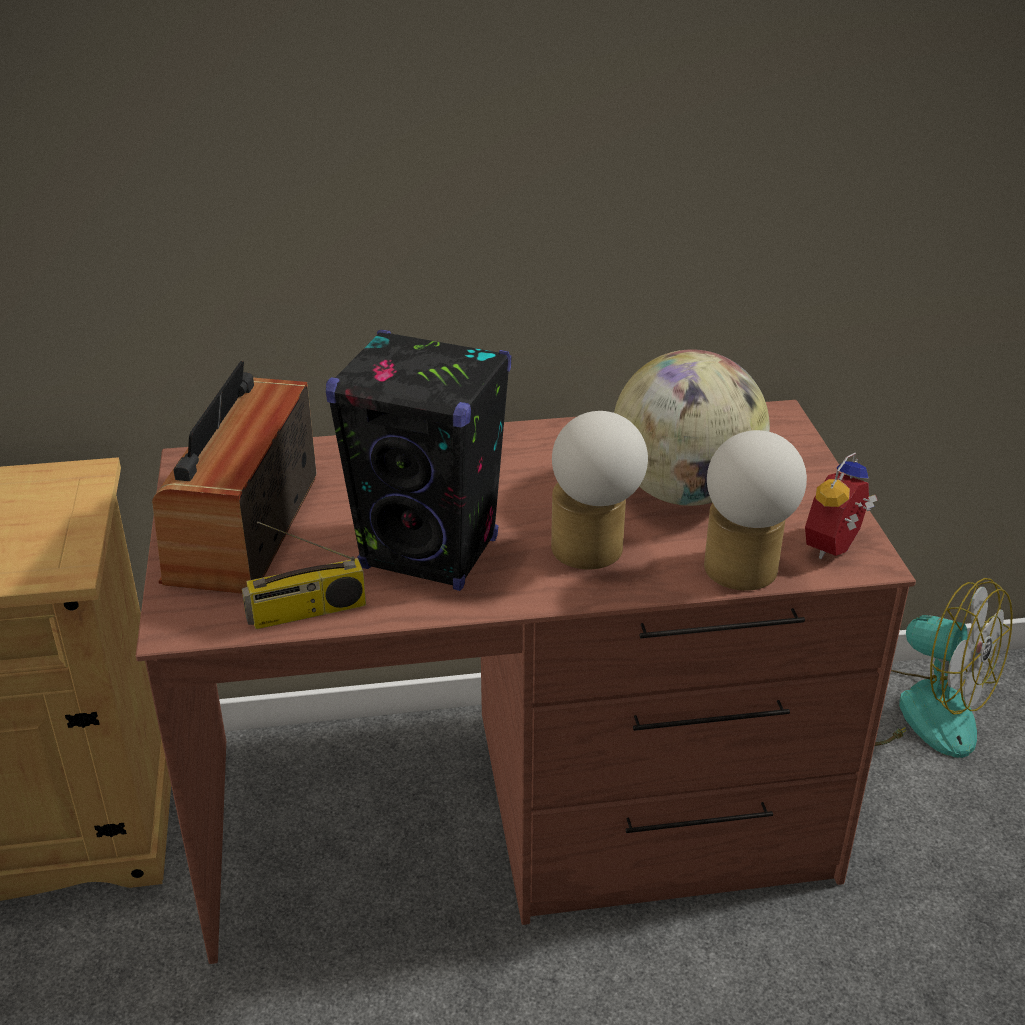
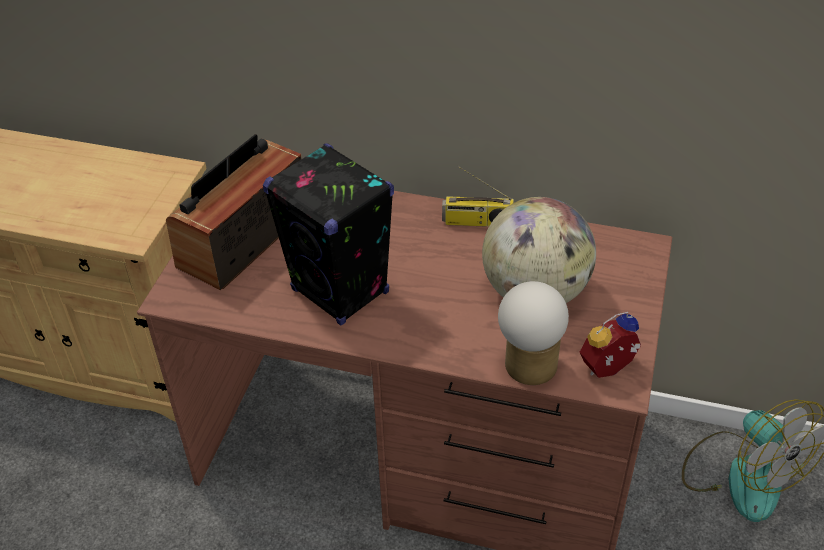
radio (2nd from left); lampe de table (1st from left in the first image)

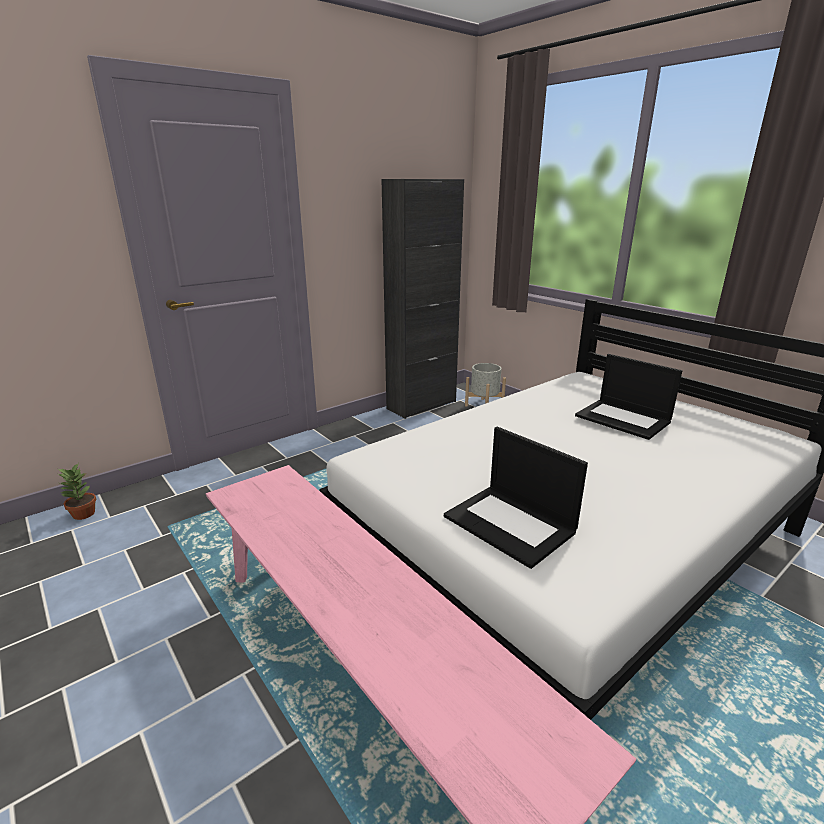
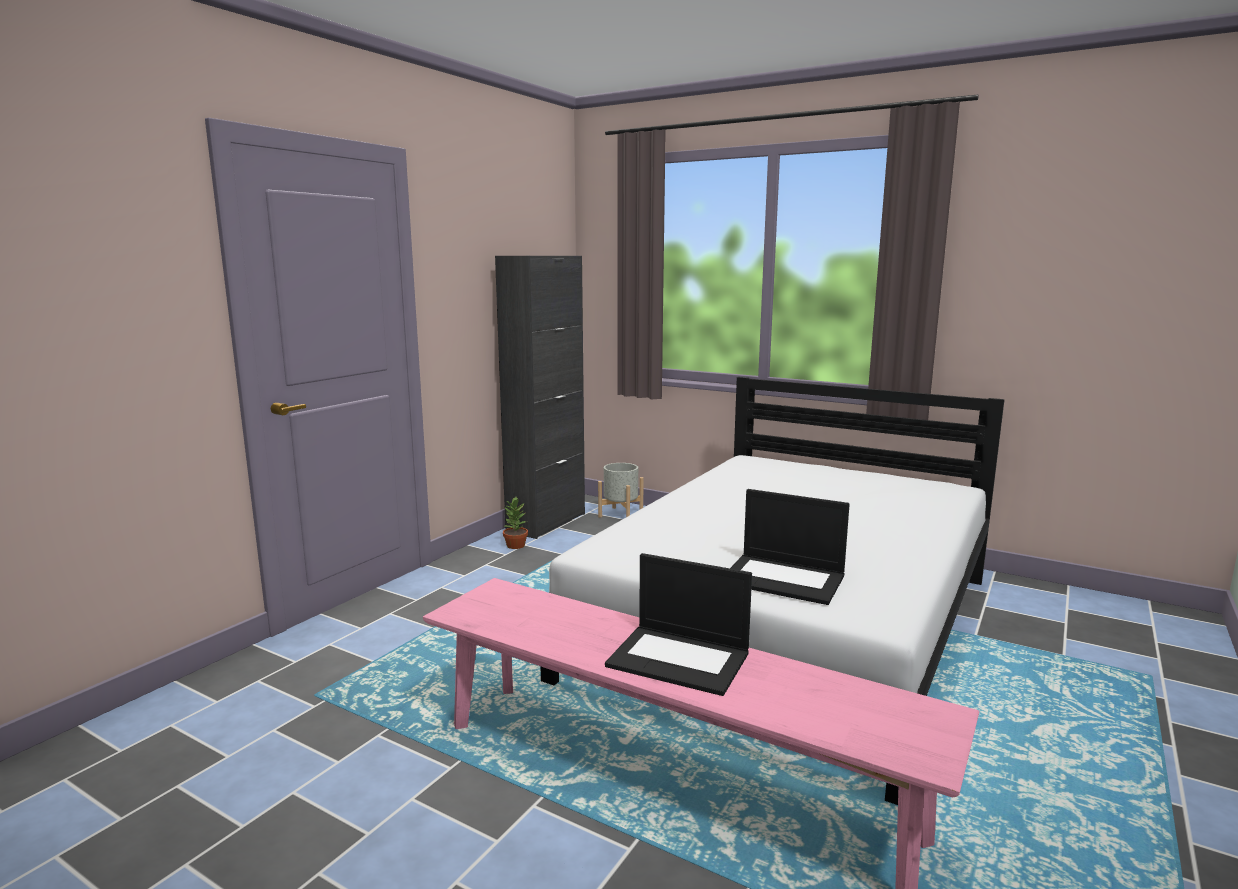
plante en pot; ordinateur portable (1st from left)

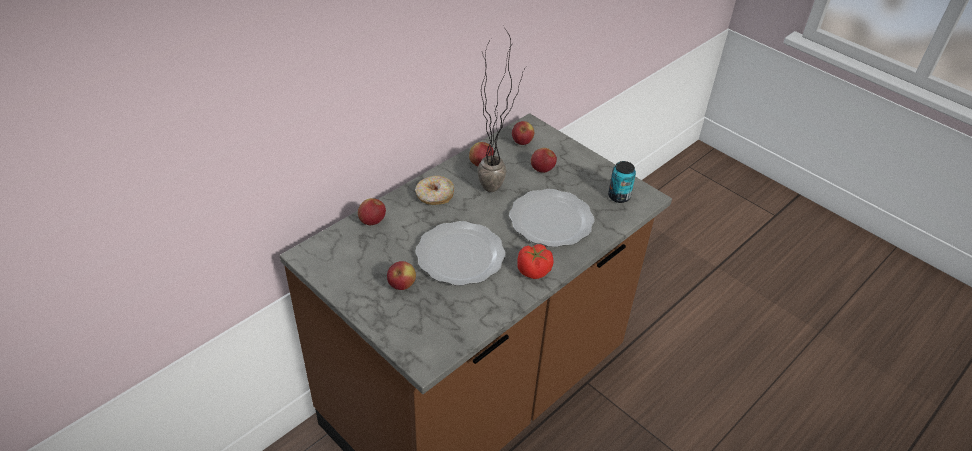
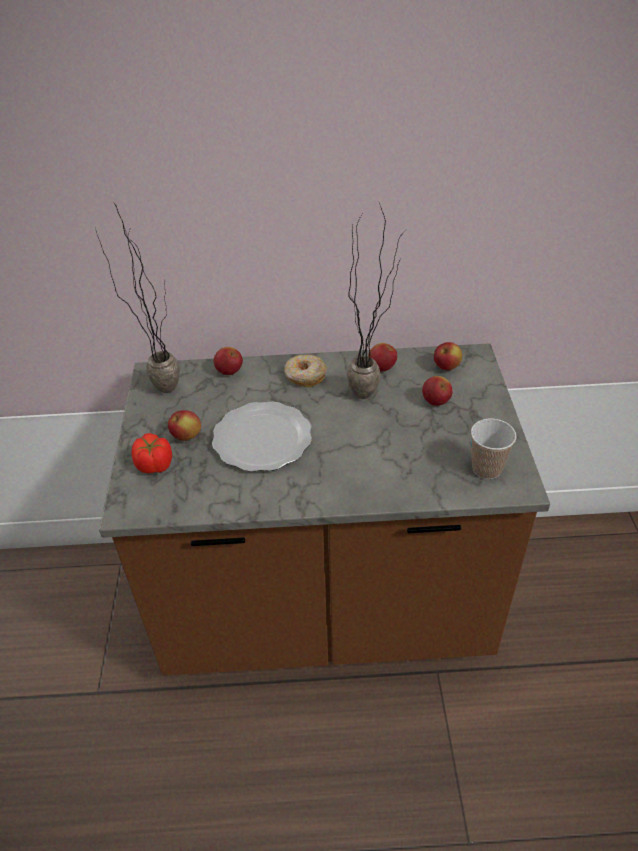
assiette (2nd from left in the first image); tomate; tasse; plante en pot (1st from left)

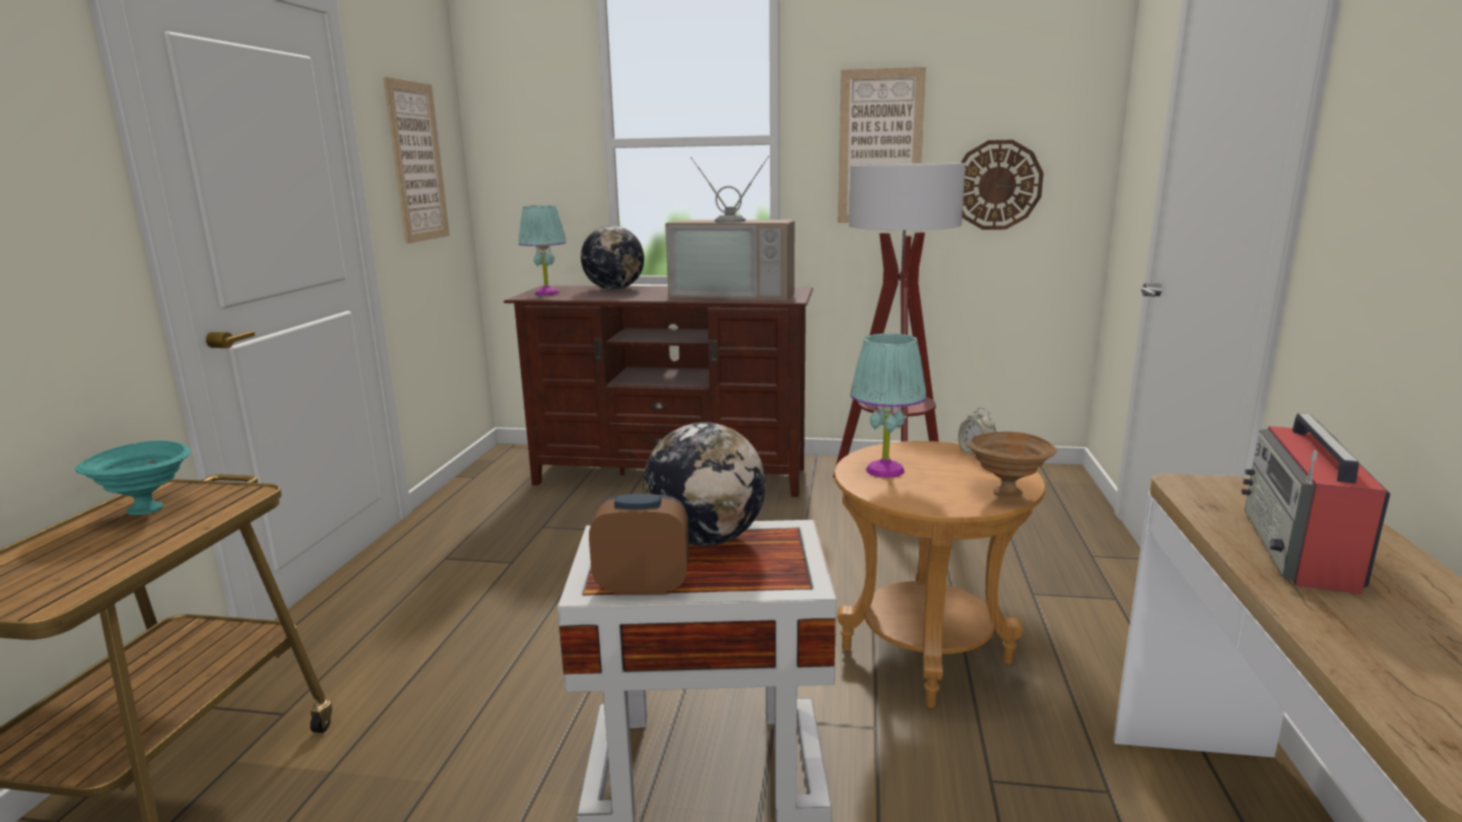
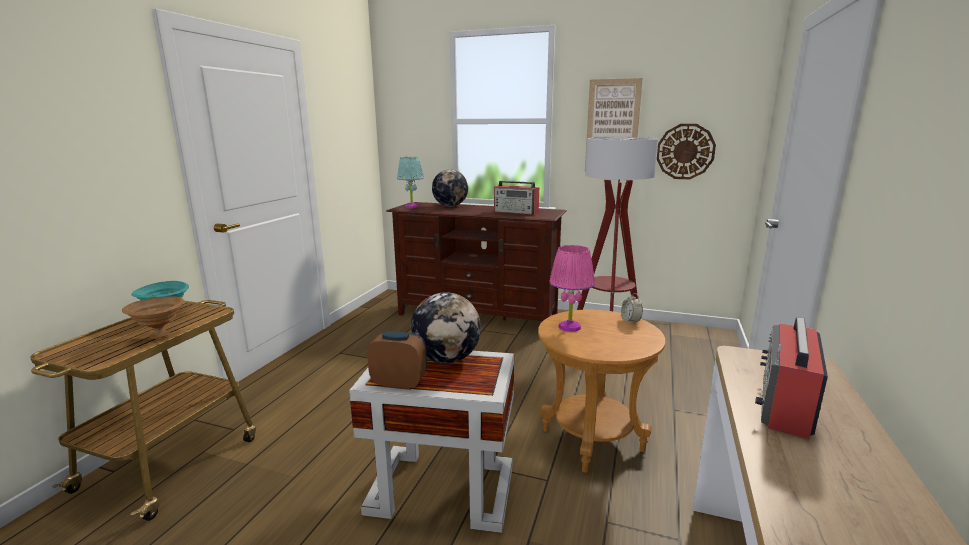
tableau (1st from left in the first image); radio (1st from left); lampe de table/rose; bol/marron

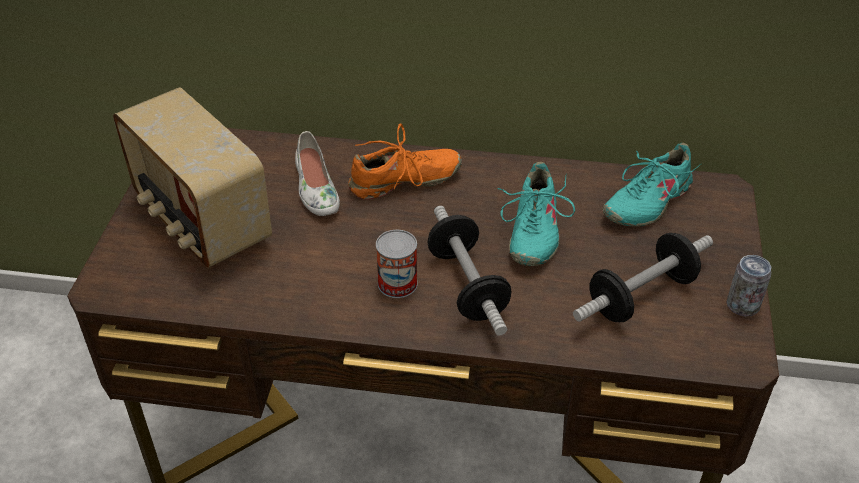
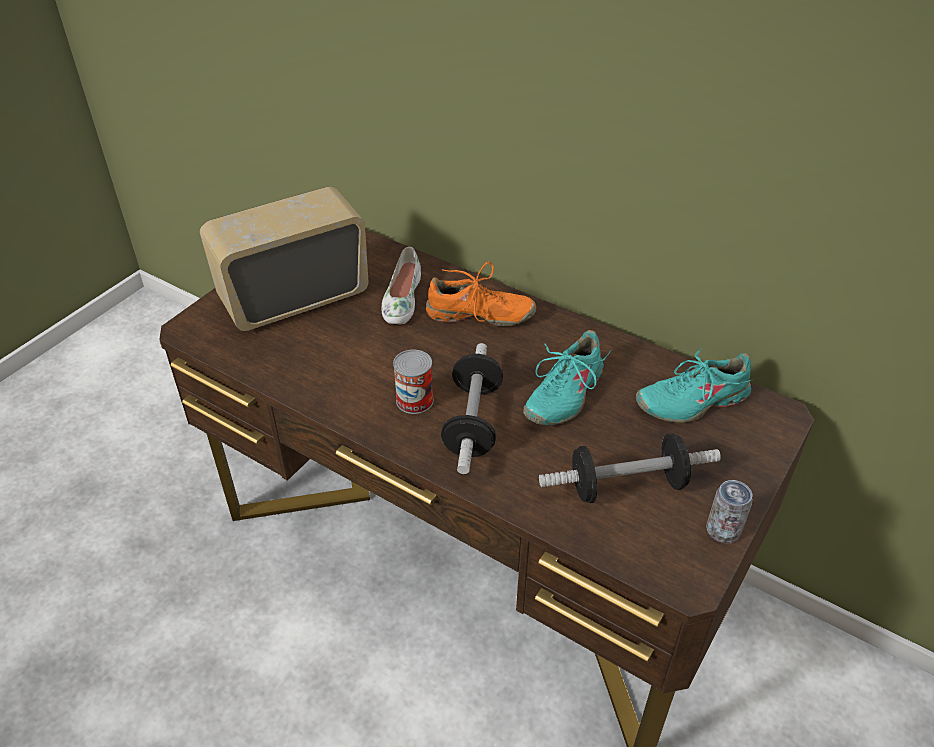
radio

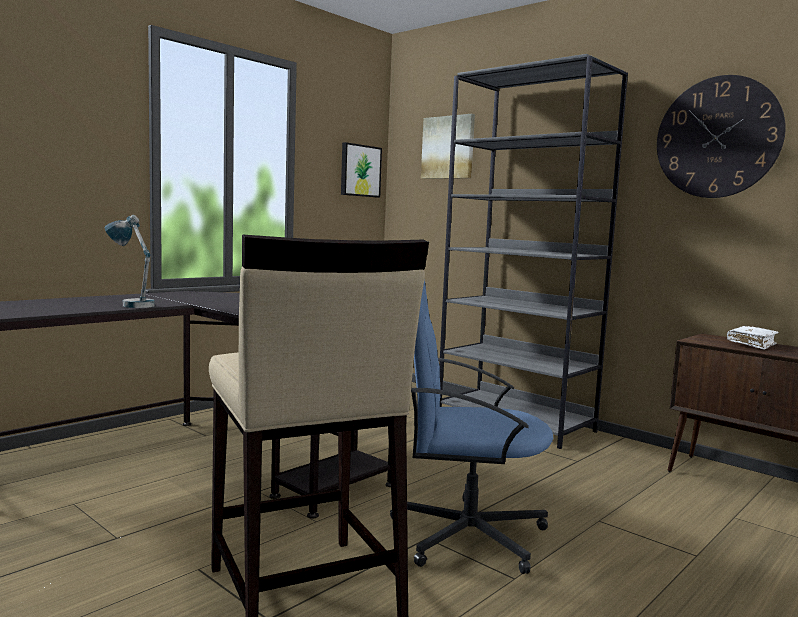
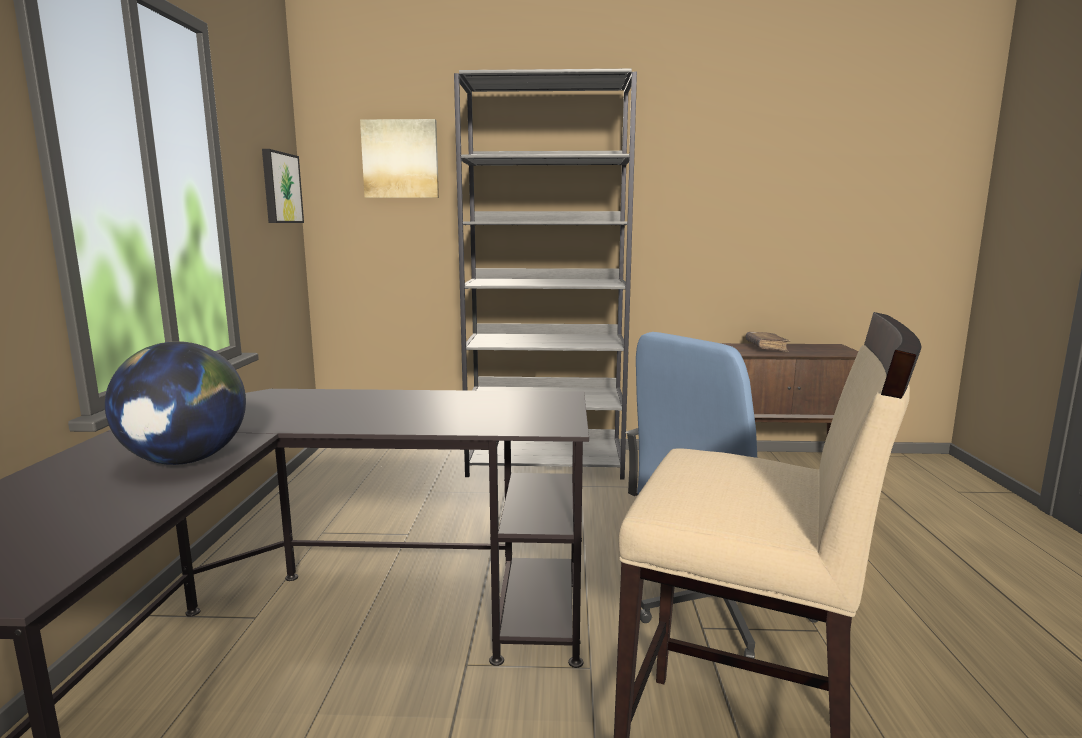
globe; horloge murale; livre/marron

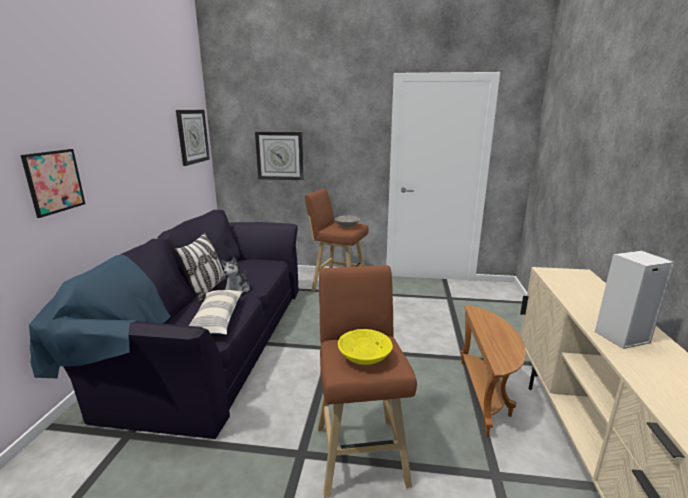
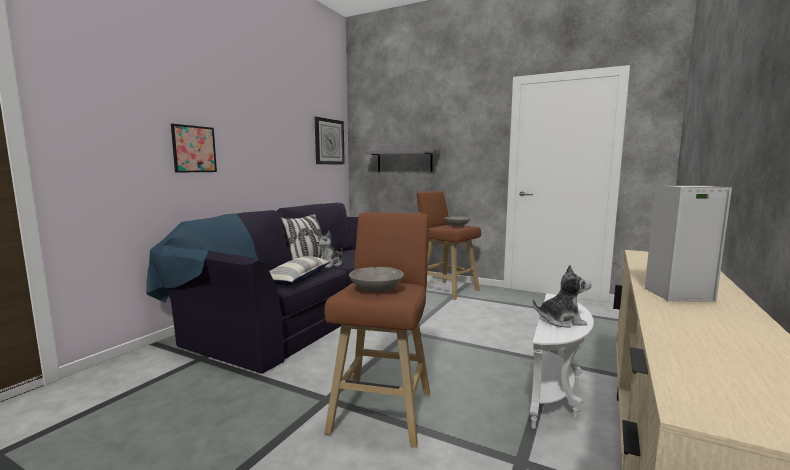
étagère/gris; bol/gris (1st from left); table d'appoint/blanc; peluche (2nd from left)

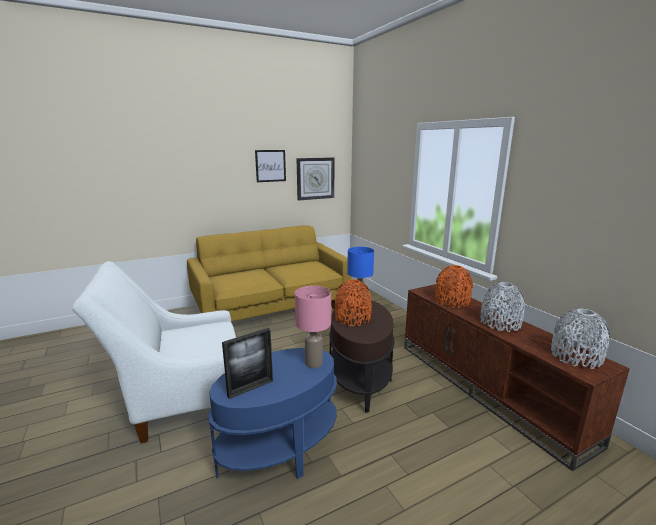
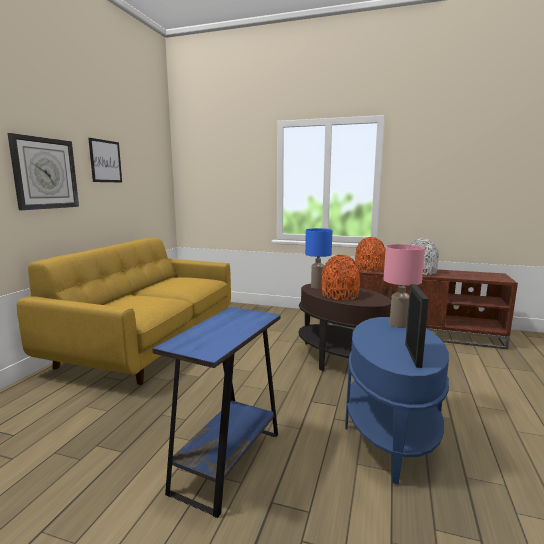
table d'appoint/bleu (1st from left); horloge murale; vase/gris (2nd from left in the first image)

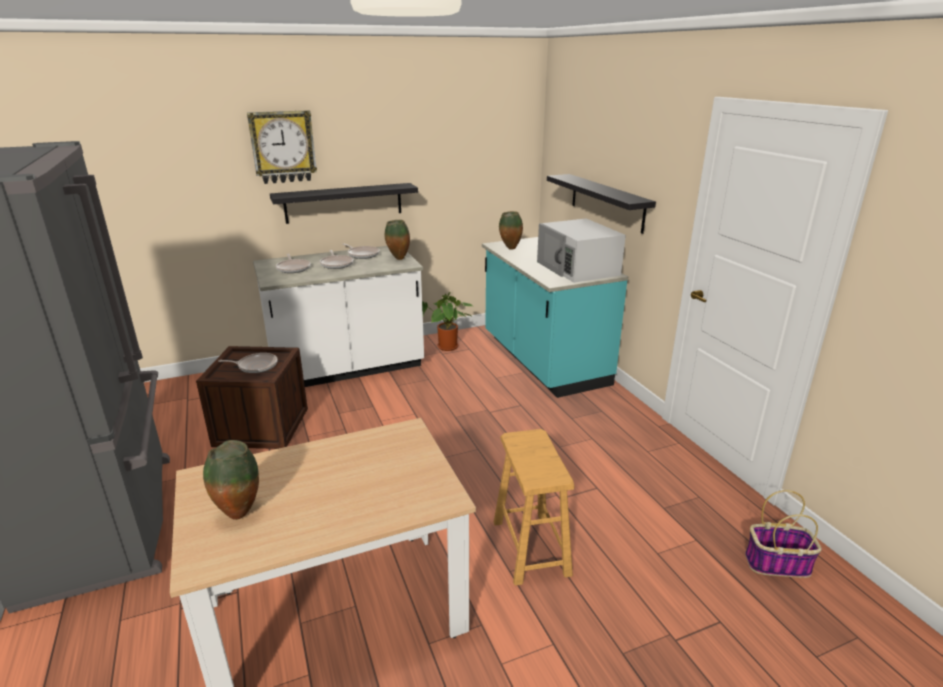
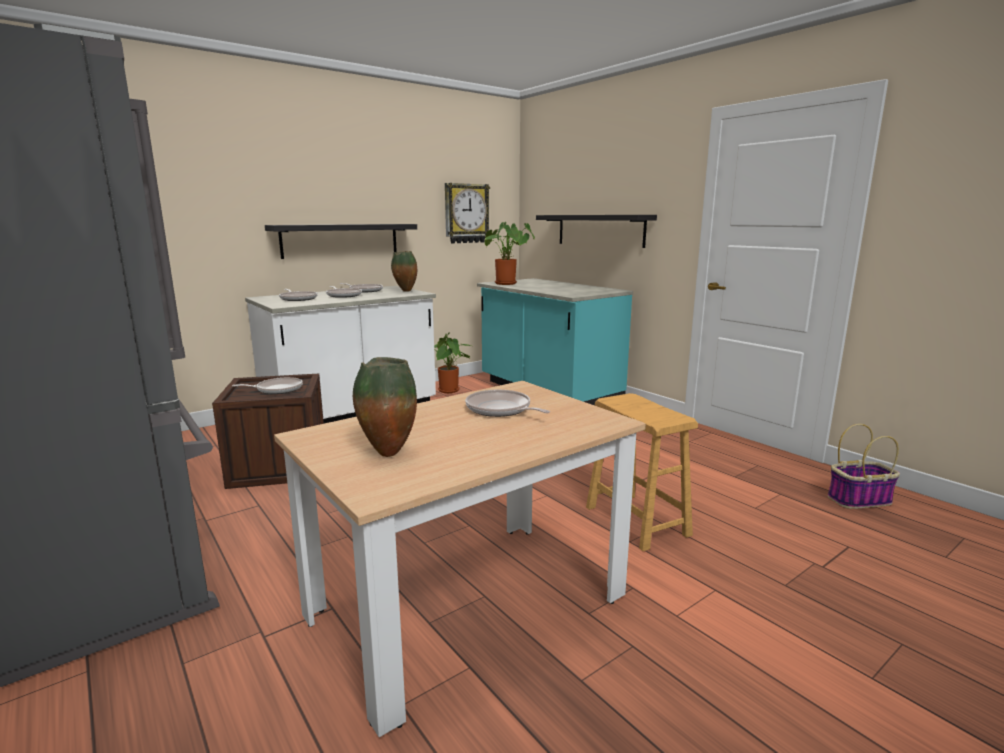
horloge murale; plante en pot (2nd from left); micro-ondes/blanc; poêle (5th from left)

